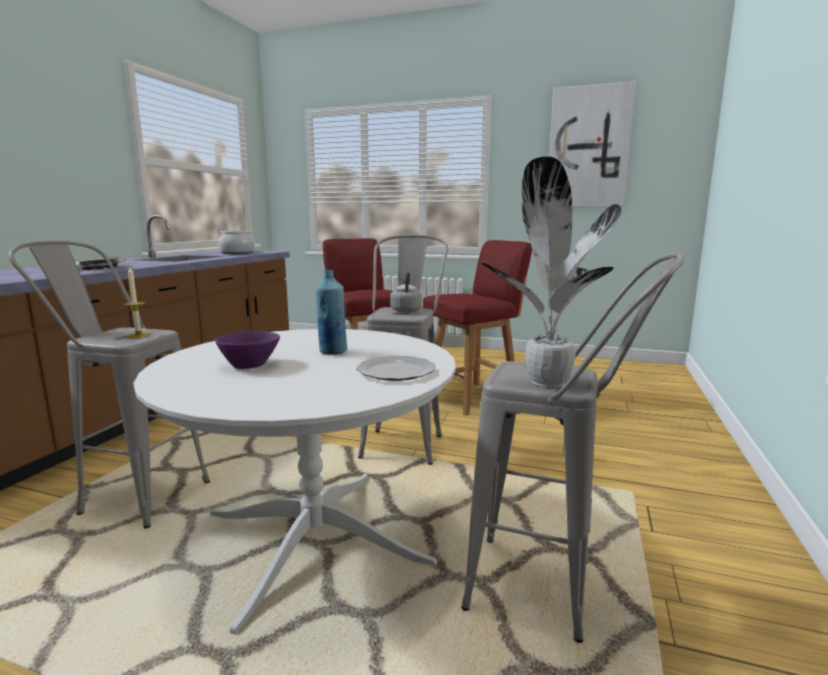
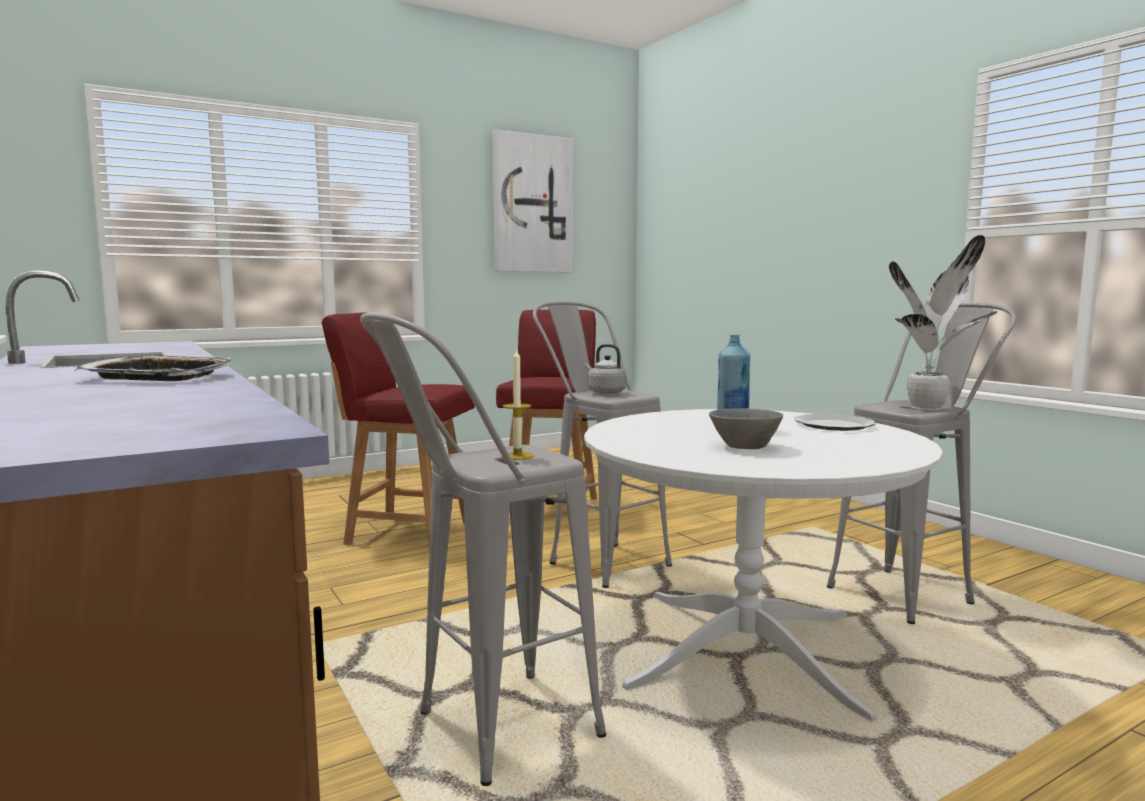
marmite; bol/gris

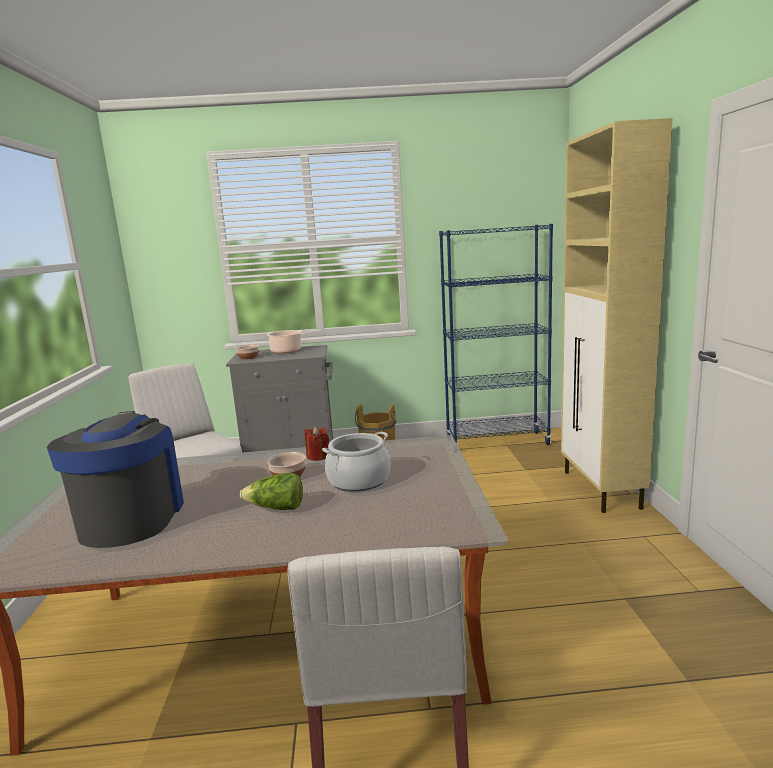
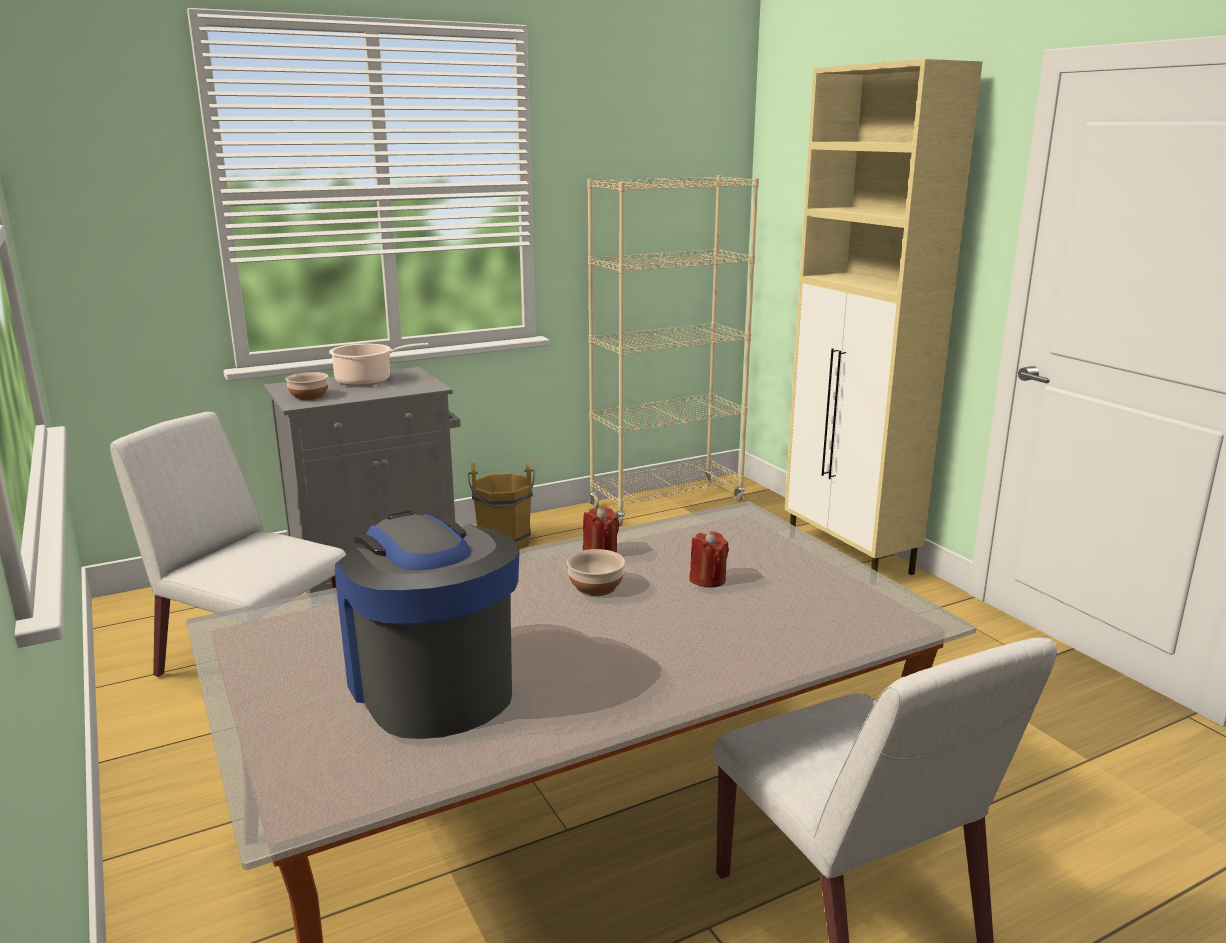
laitue; bougie/rouge (2nd from left); bibliothèque/beige

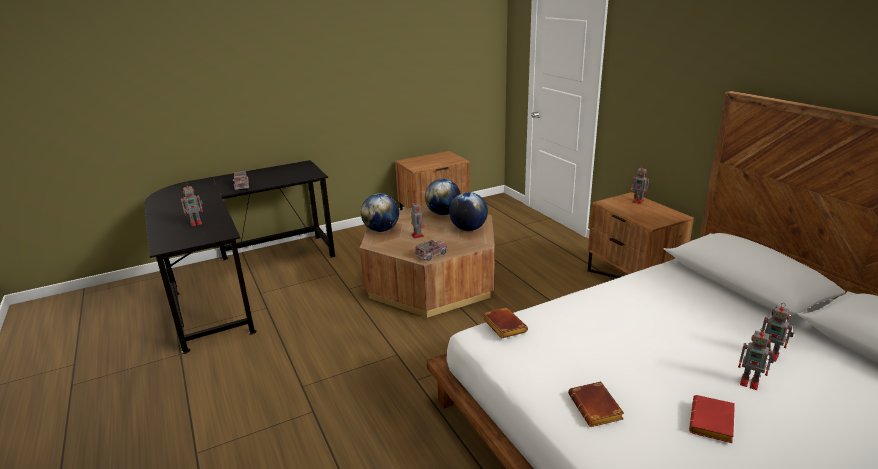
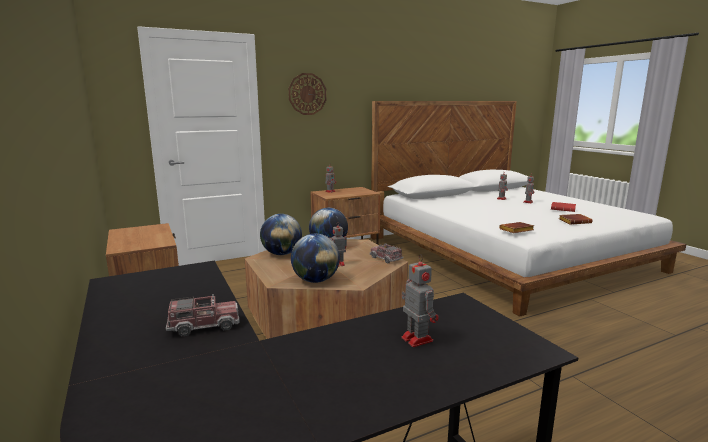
horloge murale

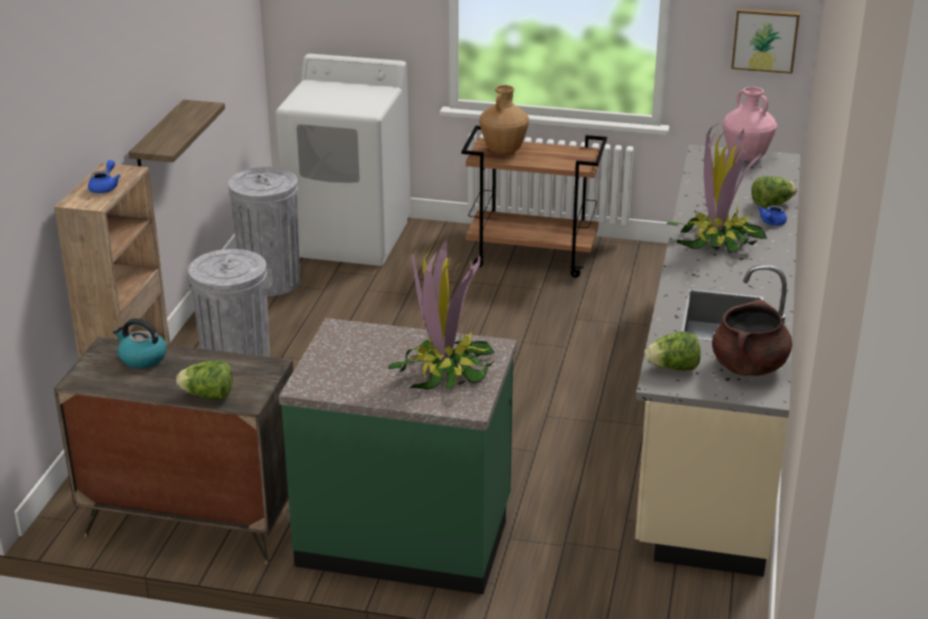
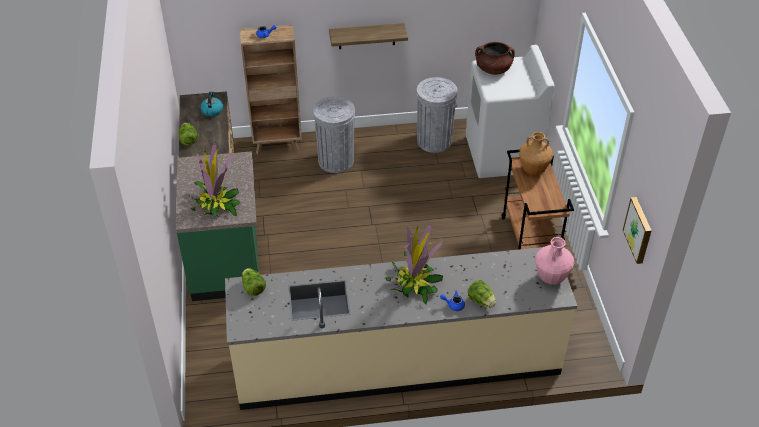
marmite/marron

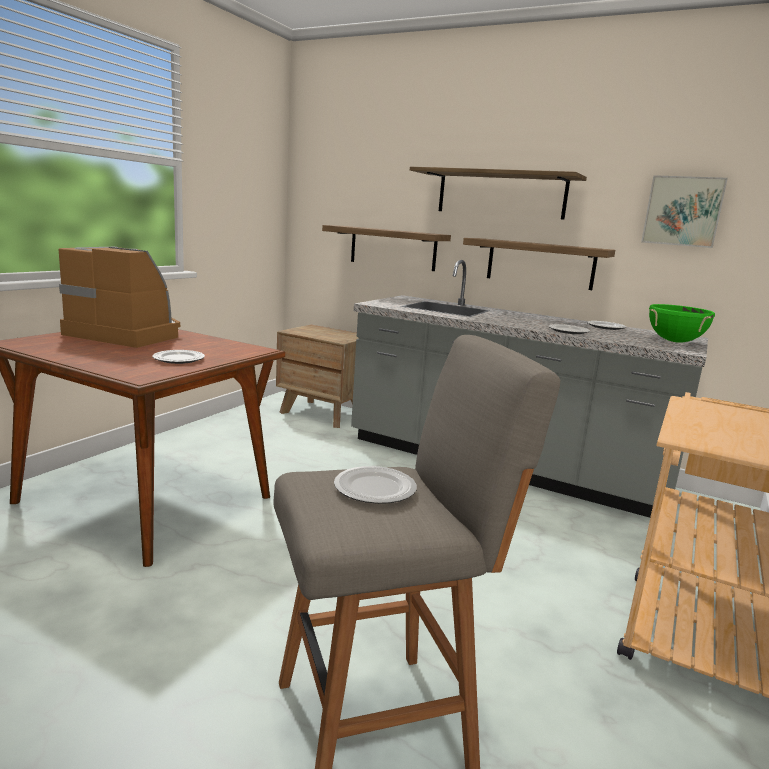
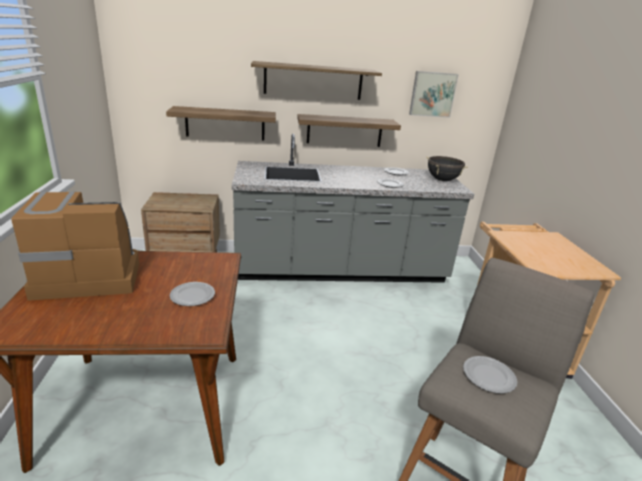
marmite/noir

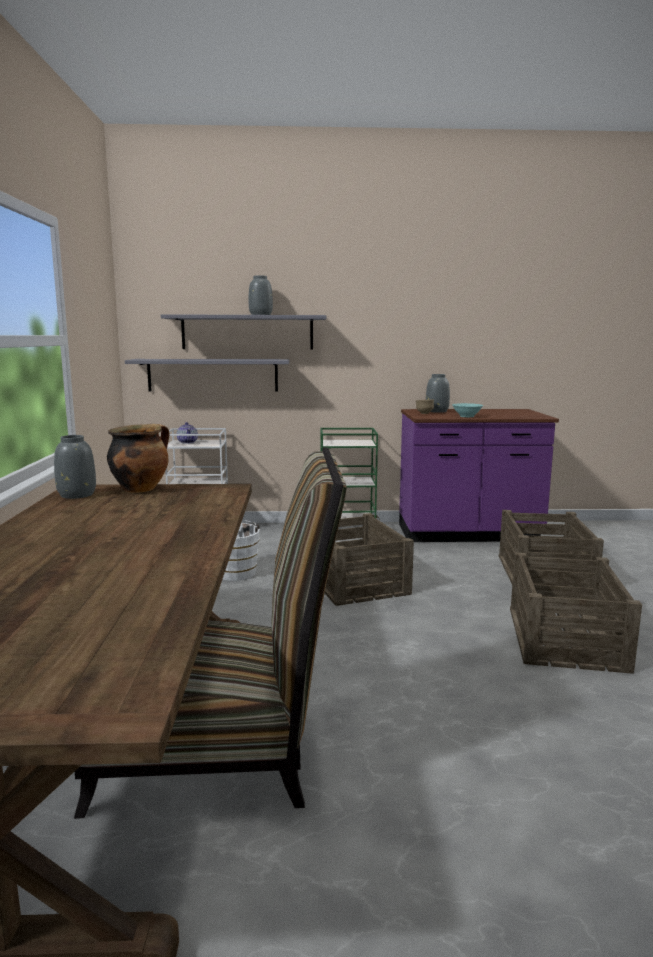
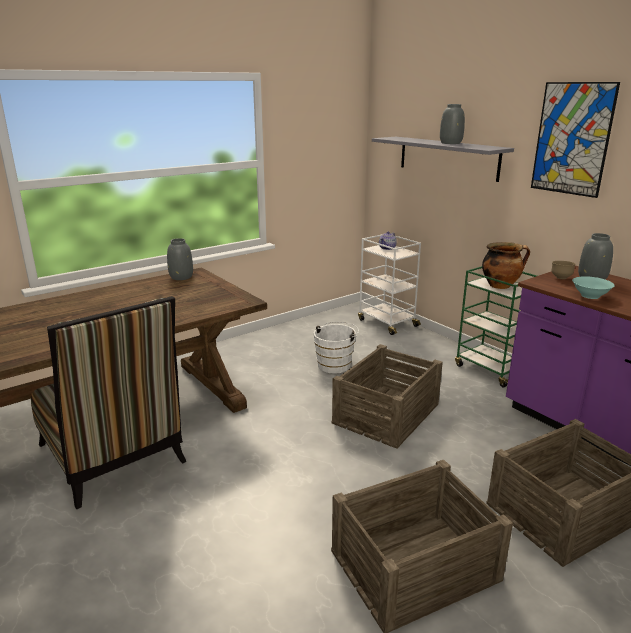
marmite; étagère/gris (1st from left in the first image); tableau

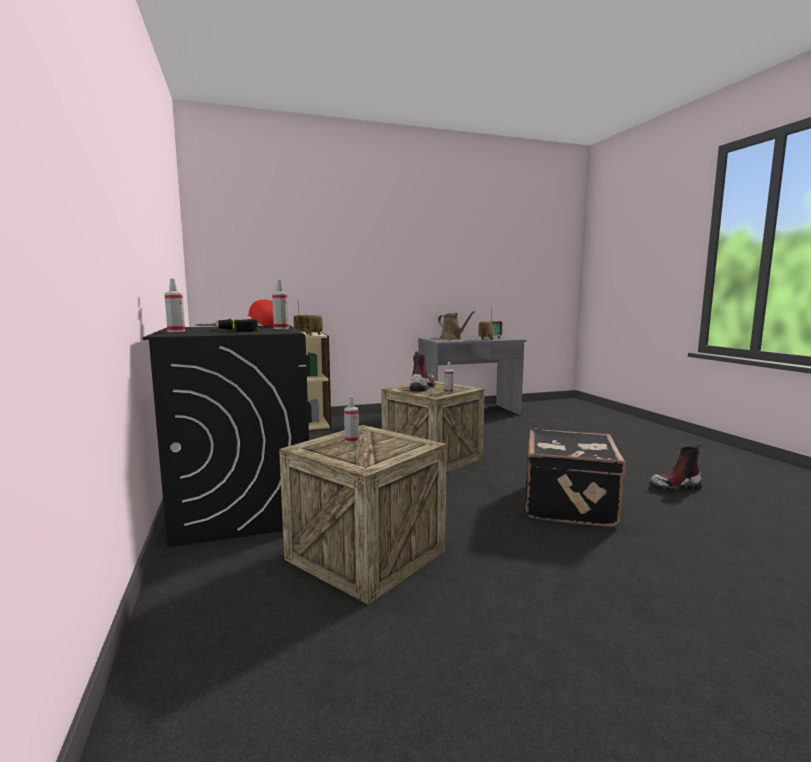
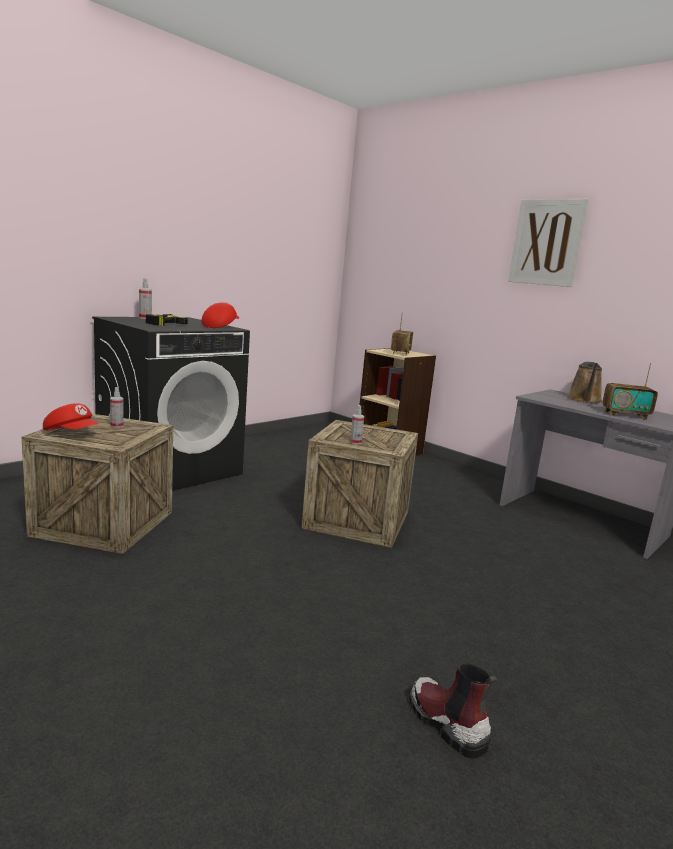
vaporisateur (2nd from left in the first image); botte (1st from left in the first image); valise/noir; casquette/rouge (1st from left); tableau

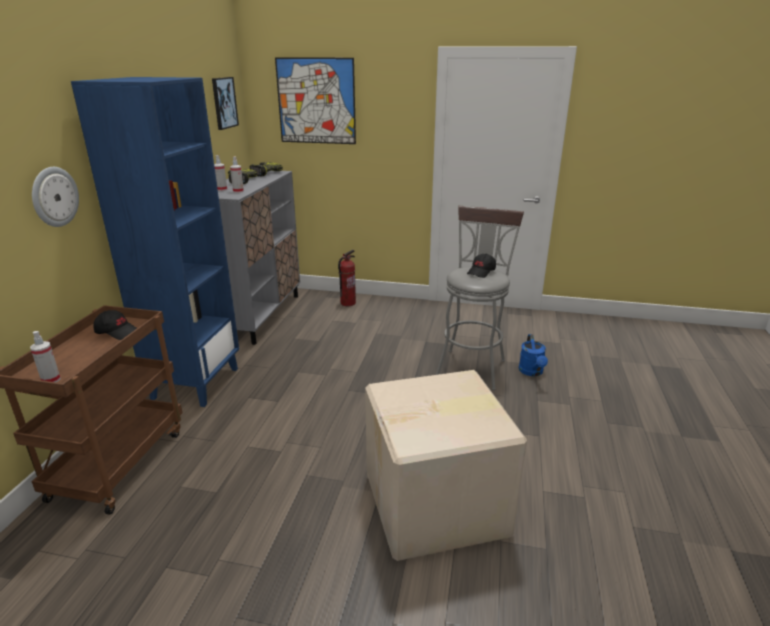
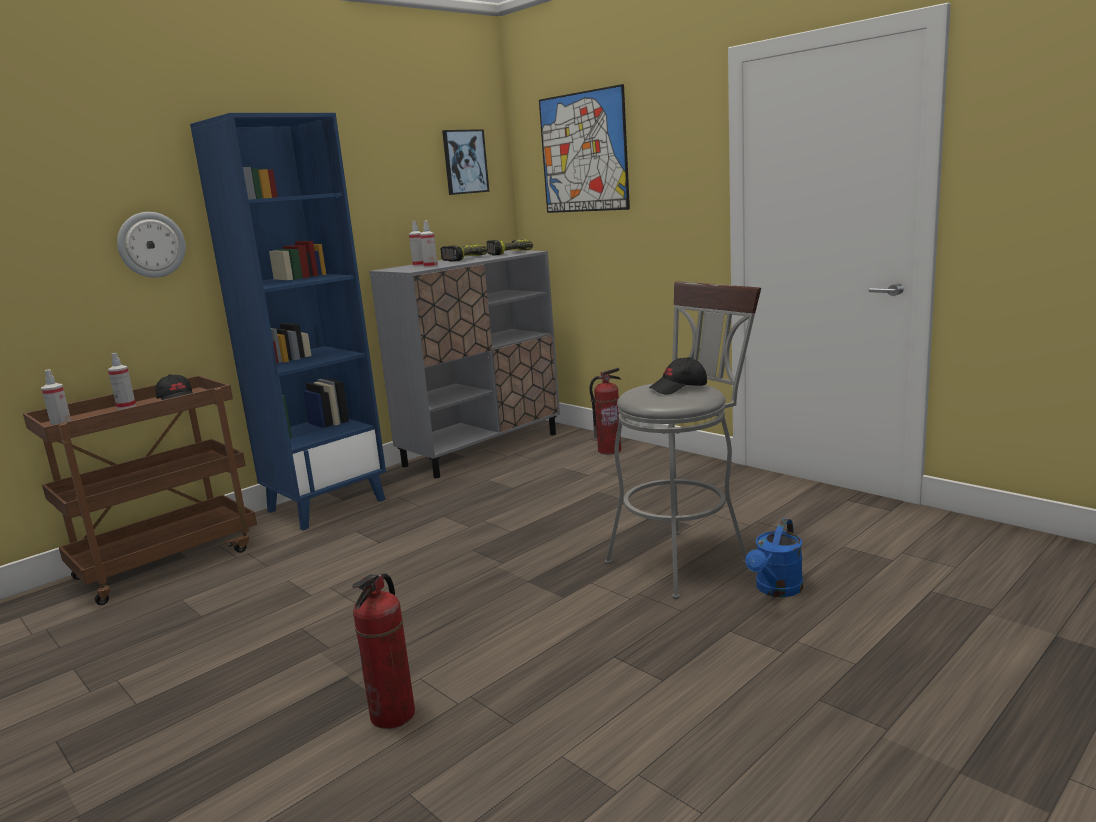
extincteur (1st from left); vaporisateur (2nd from left)

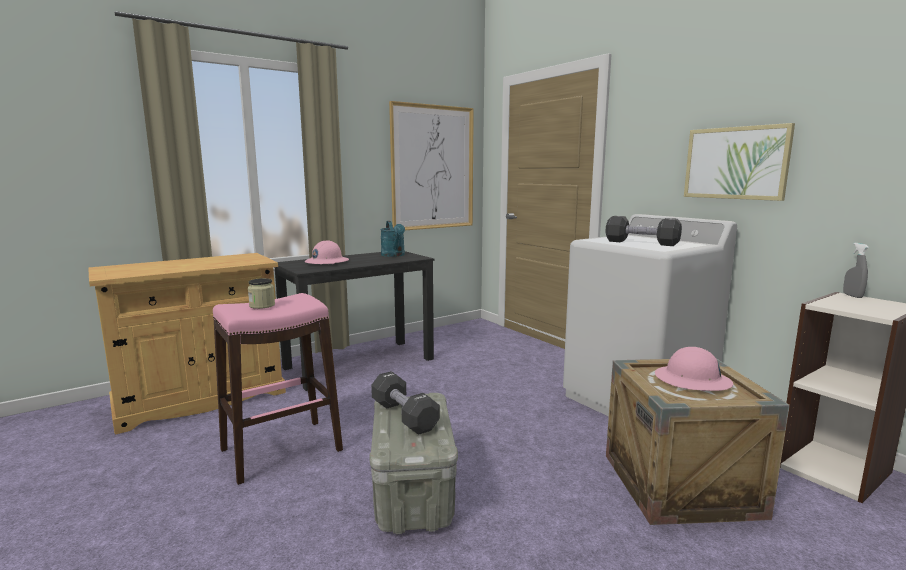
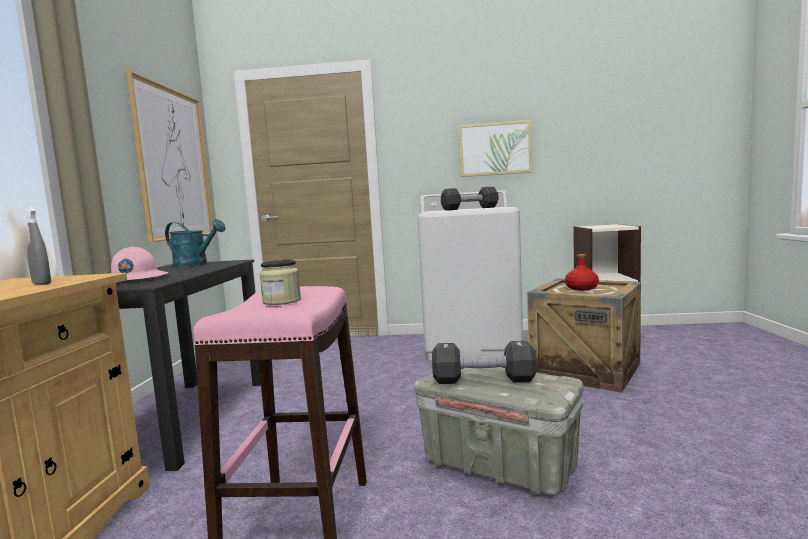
bouteille/rouge; vaporisateur/gris

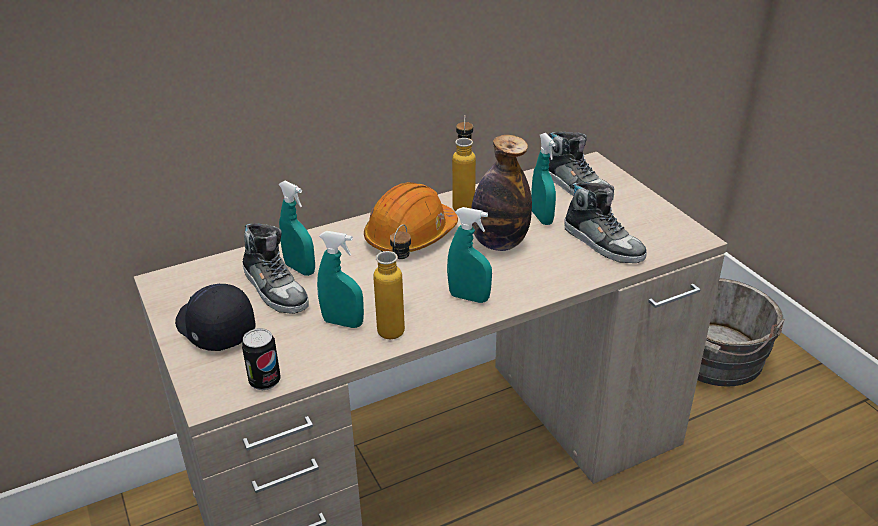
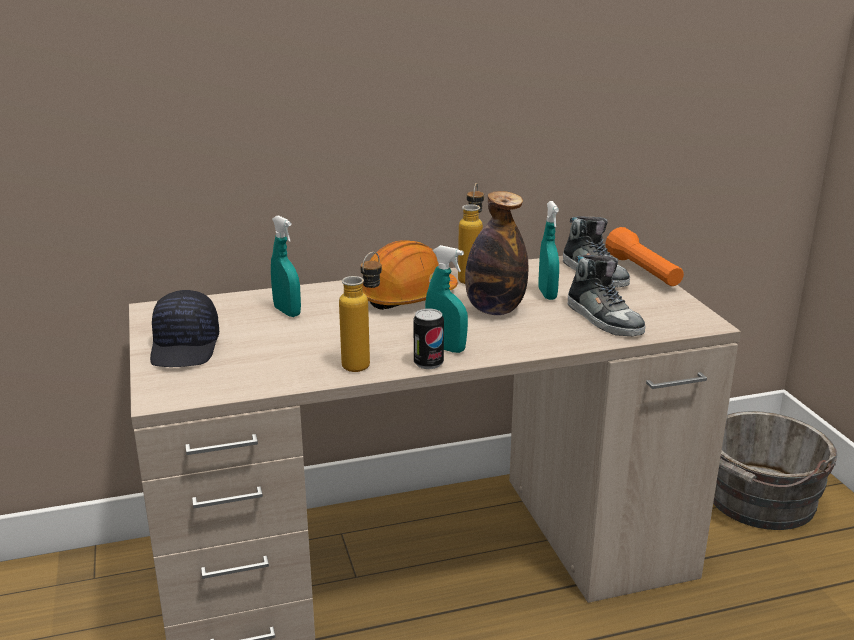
casquette/noir; boîte métallique; chaussure (1st from left in the first image); vaporisateur/turquoise (2nd from left in the first image); lampe de poche/orange

